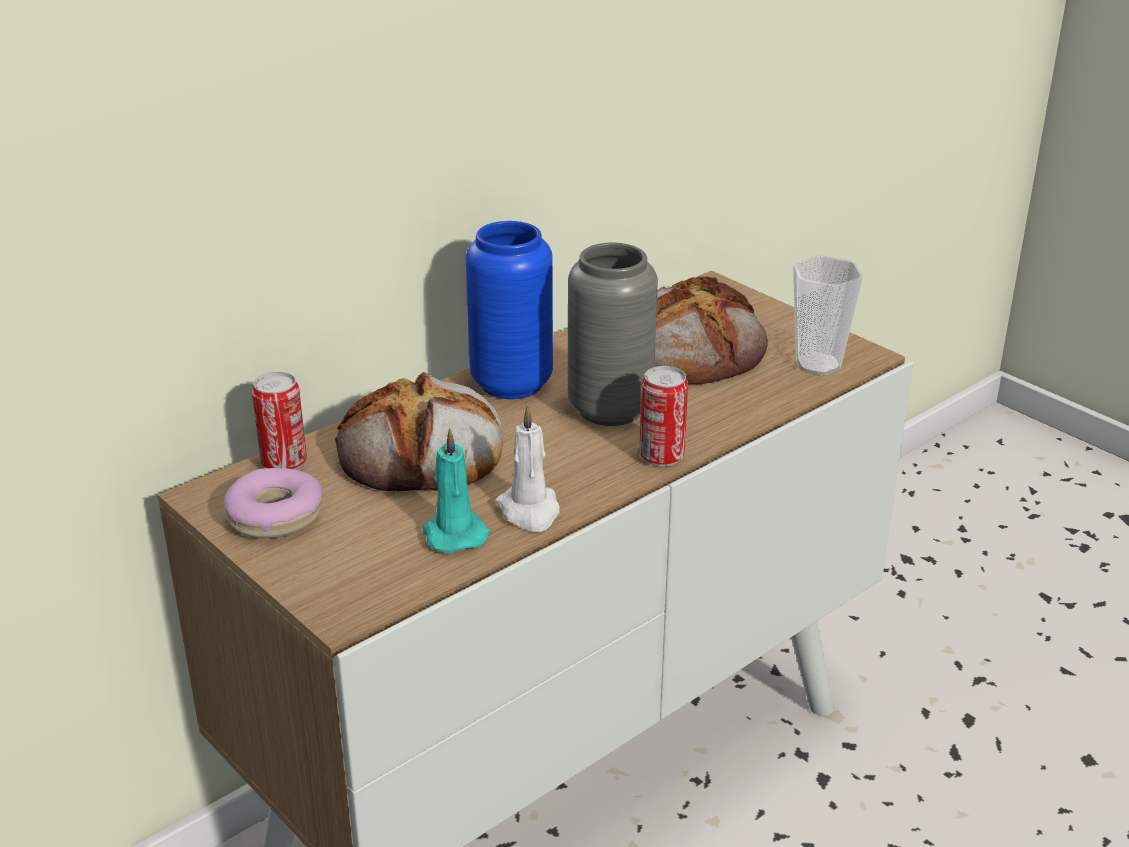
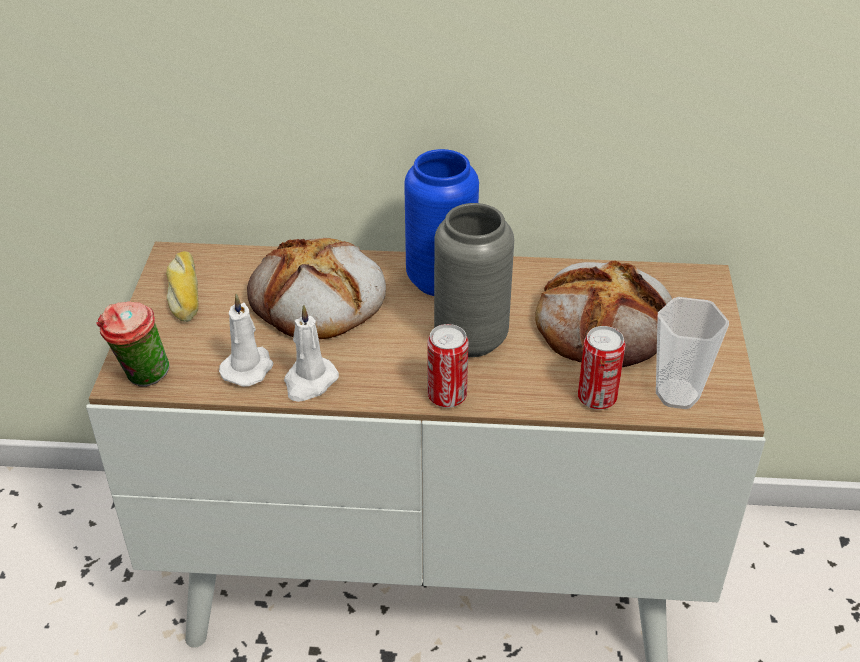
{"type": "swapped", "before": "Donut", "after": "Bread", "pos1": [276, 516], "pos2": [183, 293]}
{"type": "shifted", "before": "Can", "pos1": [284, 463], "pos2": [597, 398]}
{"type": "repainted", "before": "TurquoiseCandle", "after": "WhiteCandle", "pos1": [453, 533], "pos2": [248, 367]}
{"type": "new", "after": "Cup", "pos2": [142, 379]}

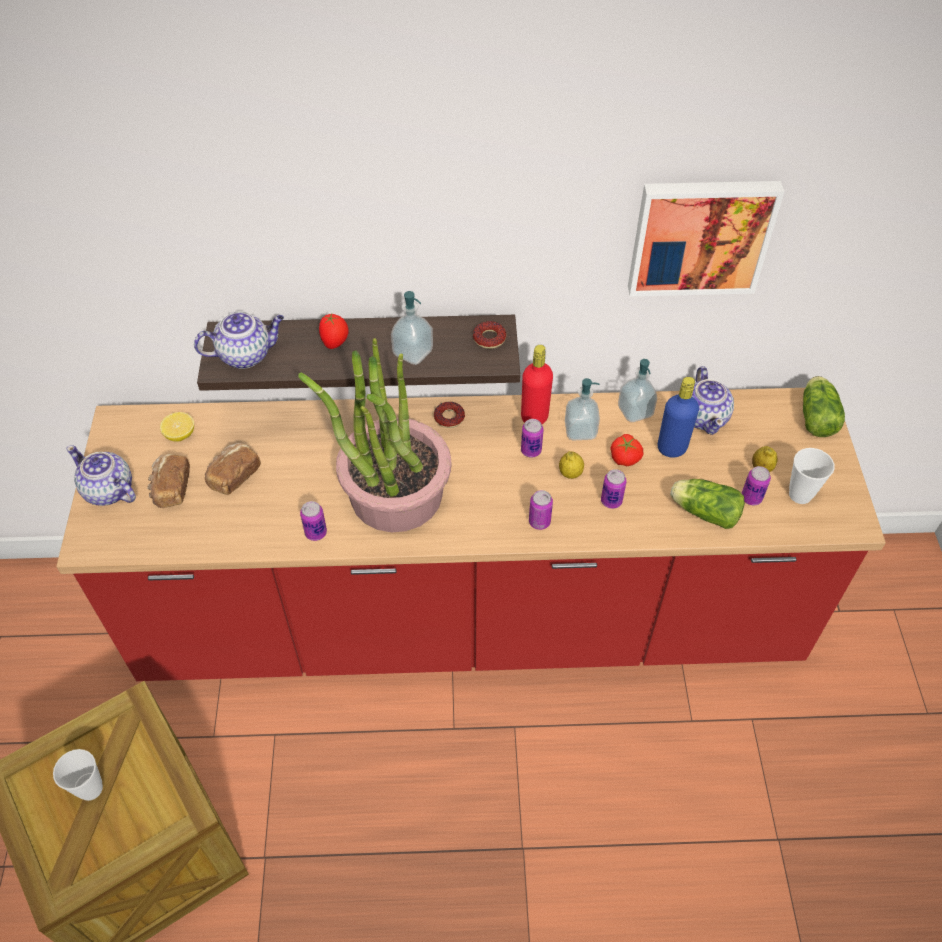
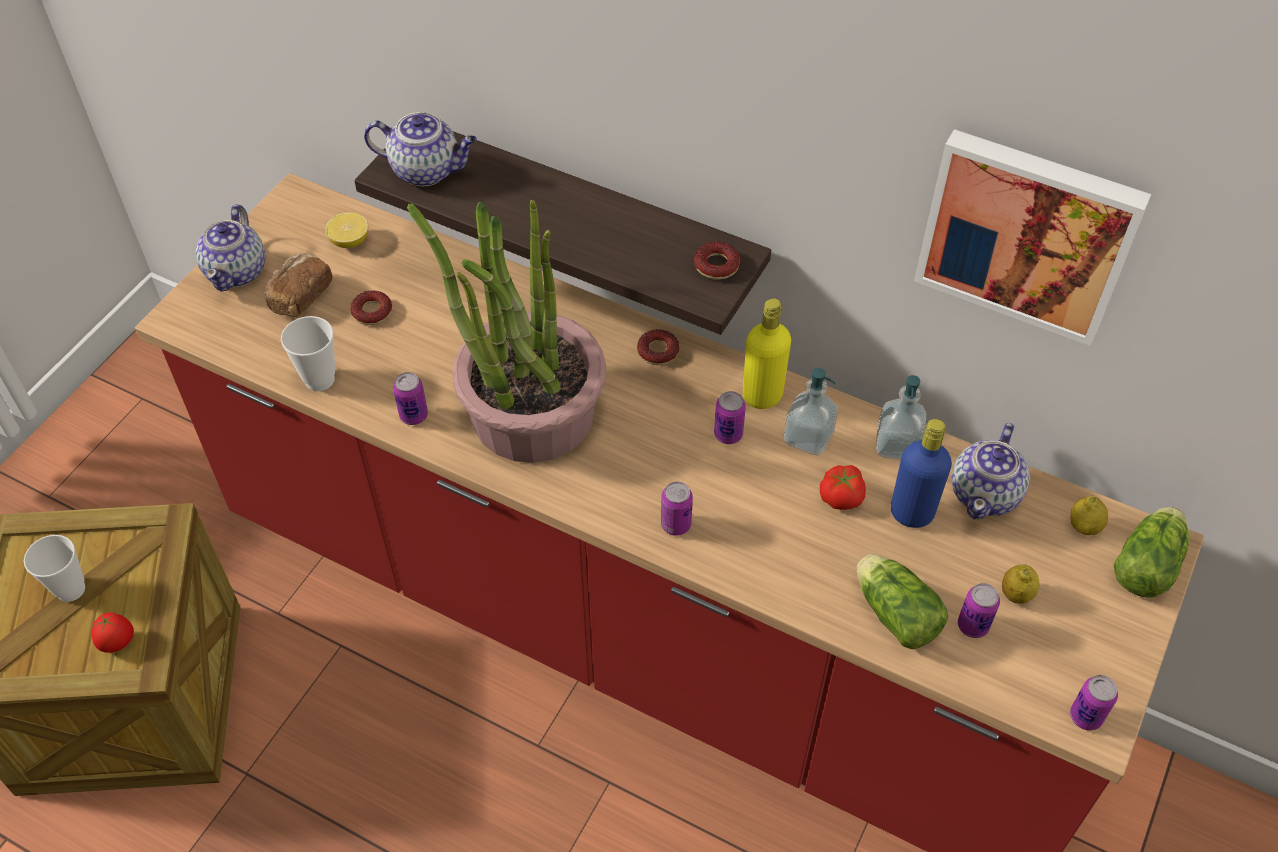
{"type": "rotated", "before": "Teapot", "pos1": [109, 491], "pos2": [237, 271], "turn": -150}
{"type": "swapped", "before": "Bread", "after": "Donut", "pos1": [233, 476], "pos2": [372, 312]}
{"type": "shifted", "before": "Tomato", "pos1": [335, 343], "pos2": [118, 643]}
{"type": "gone", "before": "SoapDispenser", "pos1": [413, 352]}
{"type": "repainted", "before": "RedBottle", "after": "YellowBottle", "pos1": [534, 417], "pos2": [762, 395]}
{"type": "shifted", "before": "Lemon", "pos1": [570, 473], "pos2": [1084, 527]}
{"type": "shifted", "before": "Can", "pos1": [611, 501], "pos2": [1086, 716]}
{"type": "shifted", "before": "Cup", "pos1": [800, 495], "pos2": [319, 379]}

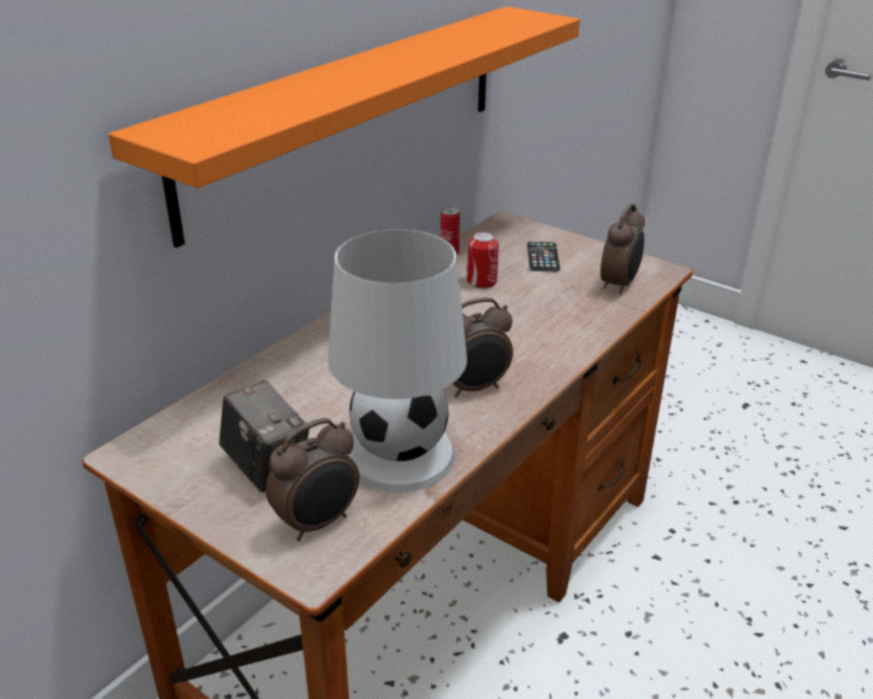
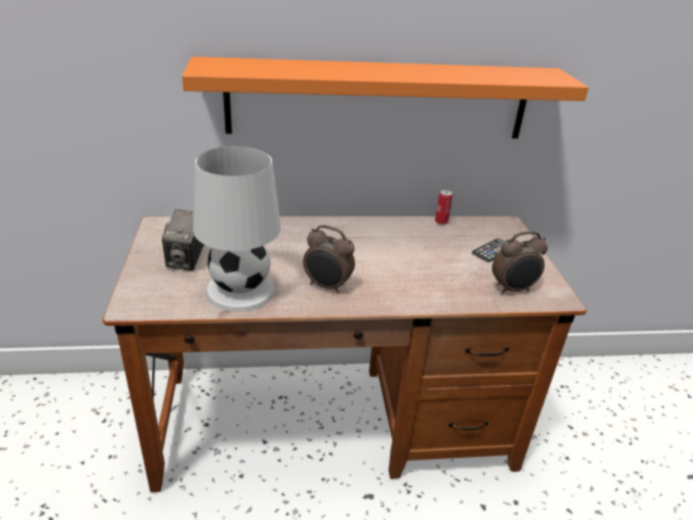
{"type": "gone", "before": "AlarmClock", "pos1": [318, 523]}
{"type": "gone", "before": "Can", "pos1": [481, 281]}

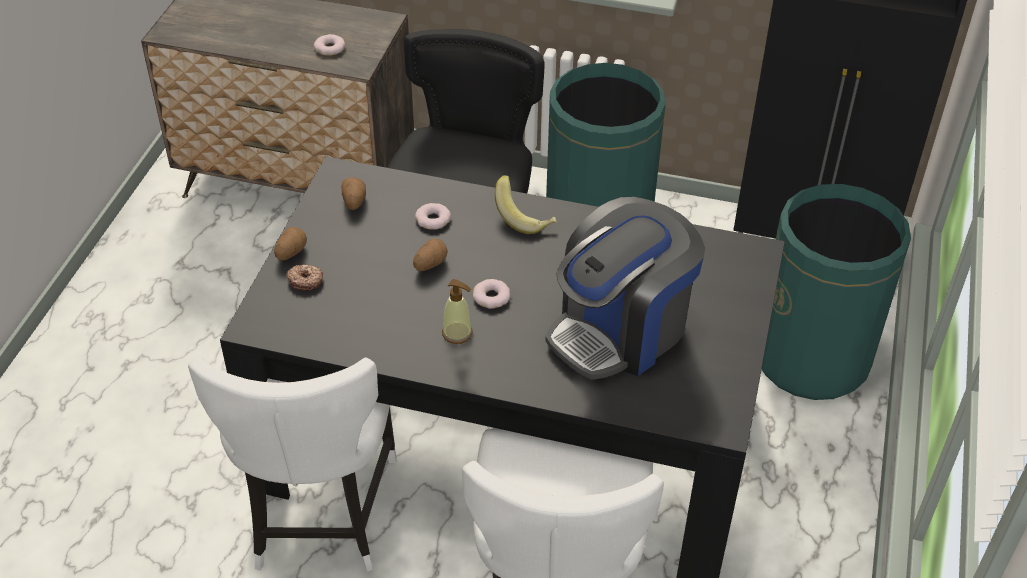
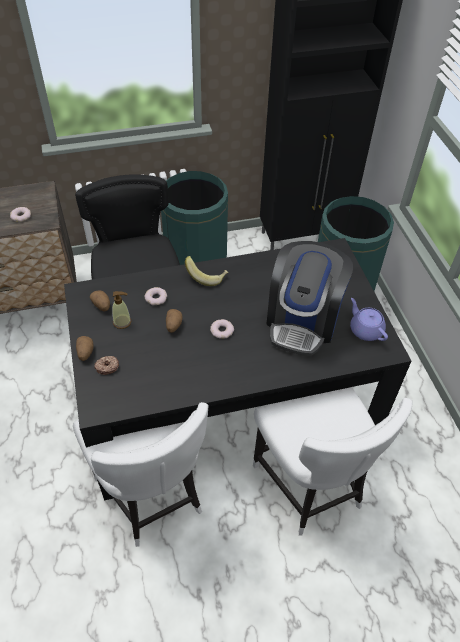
{"type": "shifted", "before": "SoapDispenser", "pos1": [457, 333], "pos2": [122, 322]}
{"type": "new", "after": "PurpleTeapot", "pos2": [365, 330]}

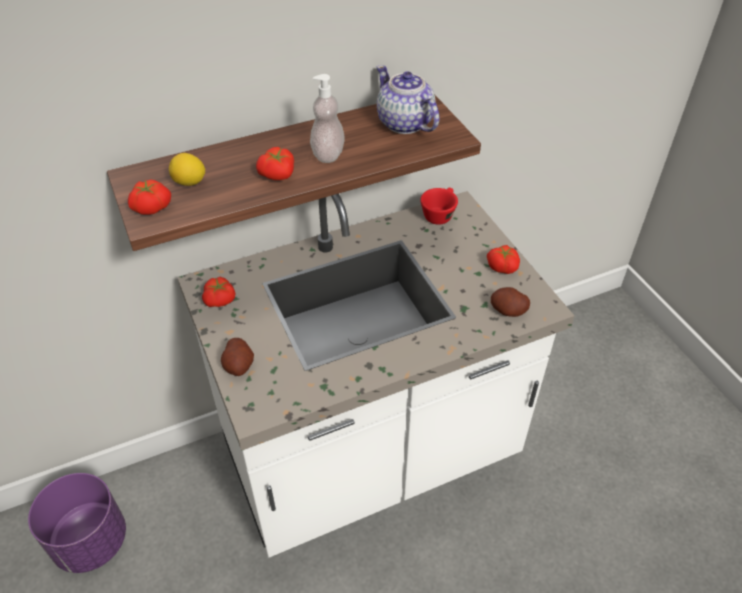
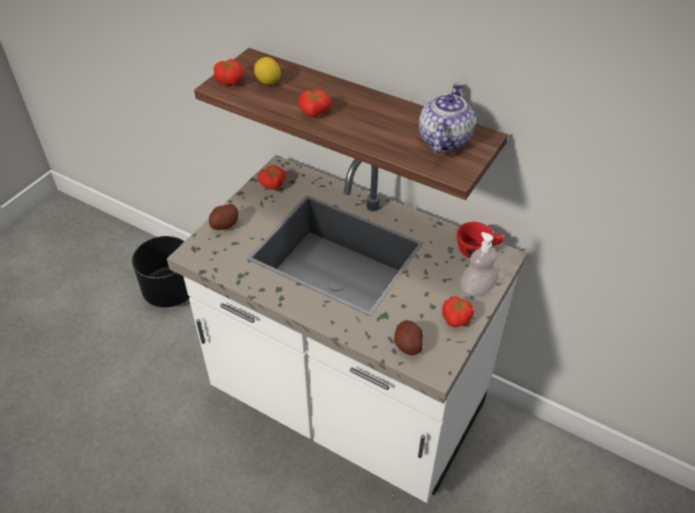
{"type": "repainted", "before": "PurplePlanter", "after": "BlackPlanter", "pos1": [90, 541], "pos2": [171, 291]}
{"type": "shifted", "before": "SoapDispenser", "pos1": [328, 154], "pos2": [477, 288]}

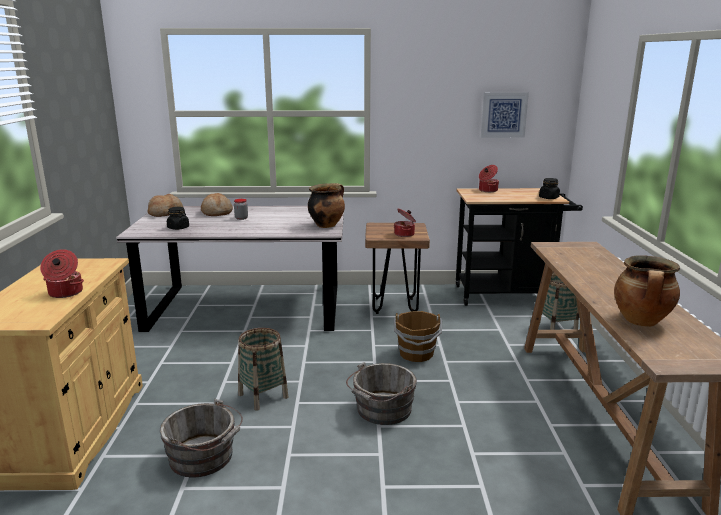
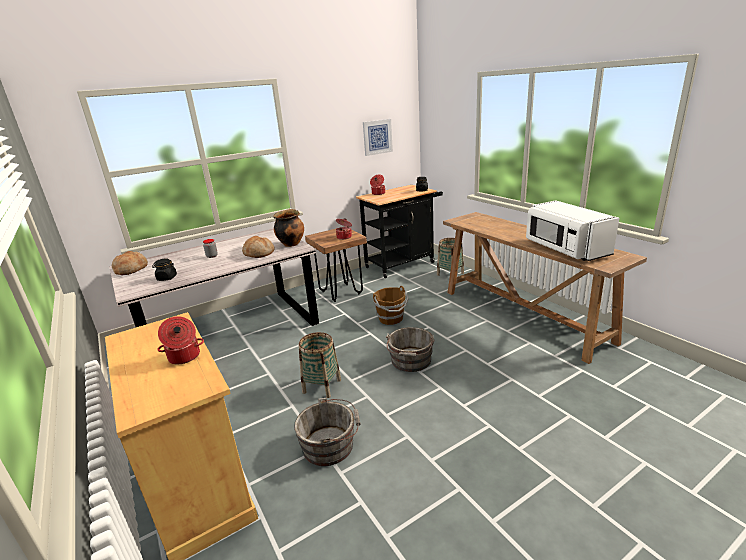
{"type": "shifted", "before": "Bread", "pos1": [217, 212], "pos2": [259, 253]}
{"type": "swapped", "before": "CookingPot", "after": "WhiteMicrowave", "pos1": [642, 322], "pos2": [565, 249]}

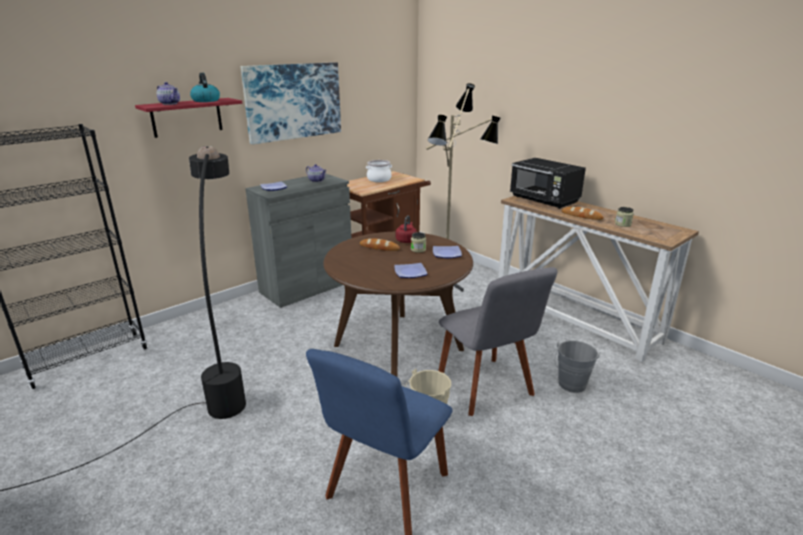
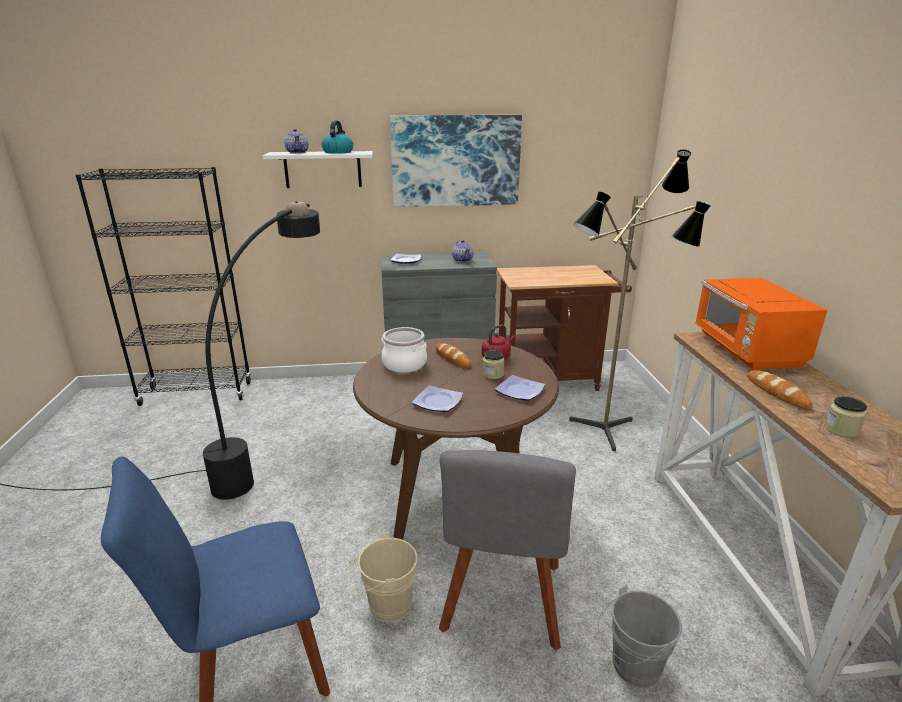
{"type": "repainted", "before": "RedShelf", "after": "WhiteShelf", "pos1": [187, 117], "pos2": [323, 169]}
{"type": "shifted", "before": "CookingPot", "pos1": [379, 179], "pos2": [404, 364]}
{"type": "repainted", "before": "BlackMicrowave", "after": "OrangeMicrowave", "pos1": [544, 200], "pos2": [746, 350]}

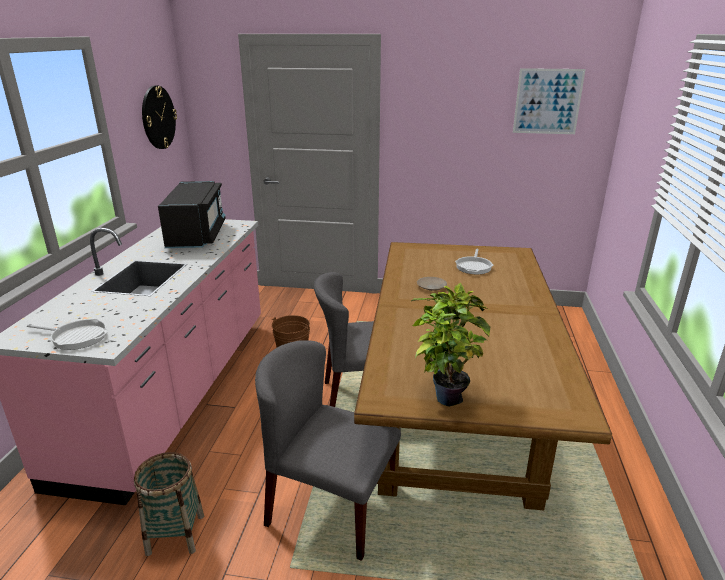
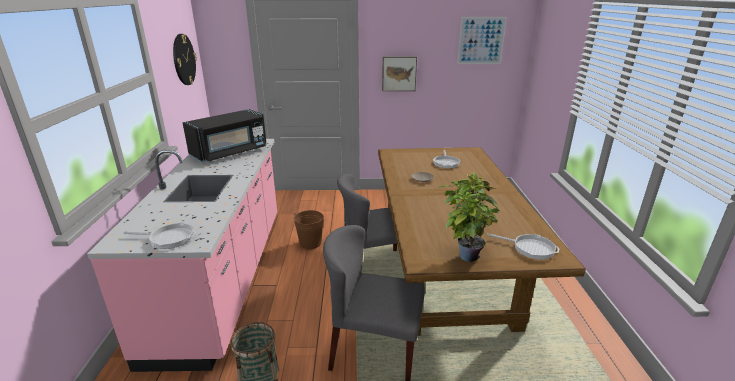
{"type": "rotated", "before": "BlackMicrowave", "pos1": [197, 235], "pos2": [230, 152], "turn": 60}
{"type": "new", "after": "Picture", "pos2": [399, 73]}
{"type": "new", "after": "FryingPan", "pos2": [530, 248]}

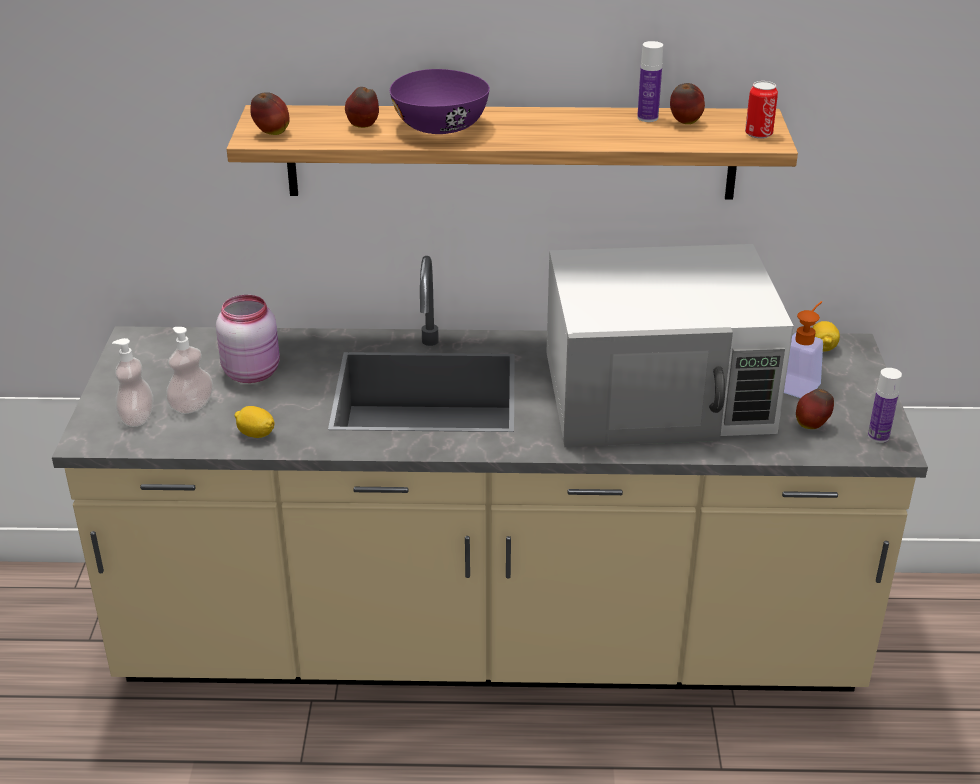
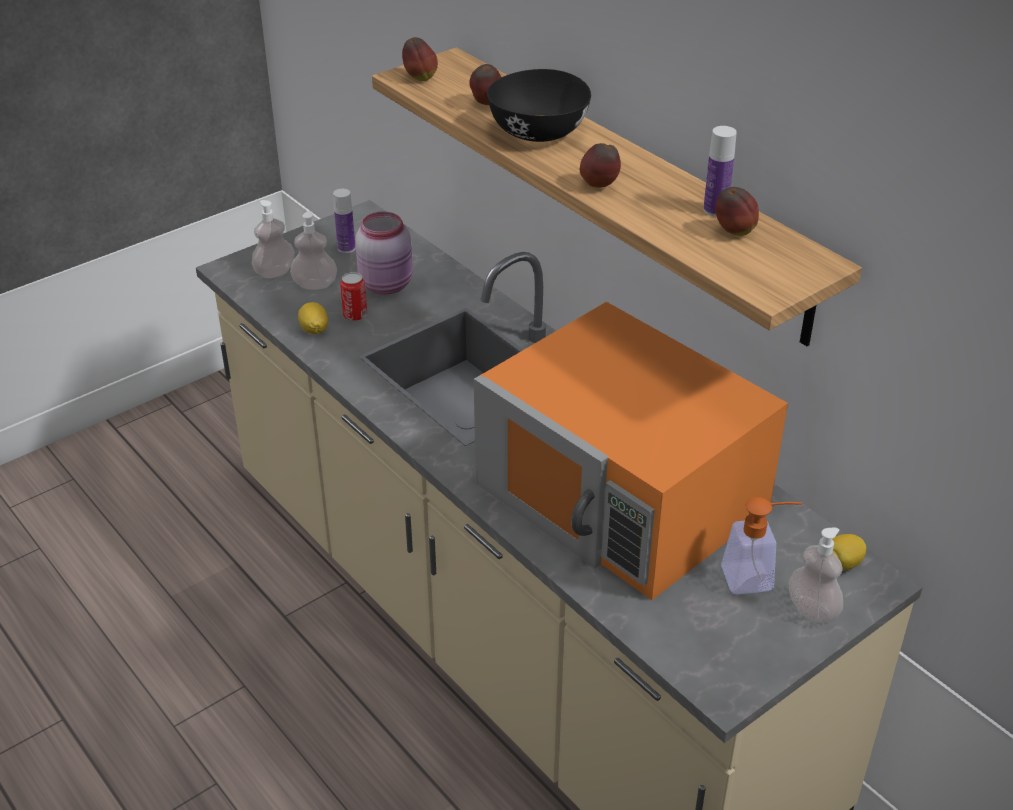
{"type": "repainted", "before": "PurpleBowl", "after": "BlackBowl", "pos1": [441, 127], "pos2": [538, 132]}
{"type": "repainted", "before": "WhiteMicrowave", "after": "OrangeMicrowave", "pos1": [659, 393], "pos2": [623, 496]}
{"type": "shifted", "before": "Can", "pos1": [758, 134], "pos2": [355, 315]}
{"type": "shifted", "before": "Apple", "pos1": [812, 426], "pos2": [600, 186]}
{"type": "shifted", "before": "Bottle", "pos1": [878, 436], "pos2": [346, 248]}
{"type": "new", "after": "SoapDispenser", "pos2": [812, 609]}

